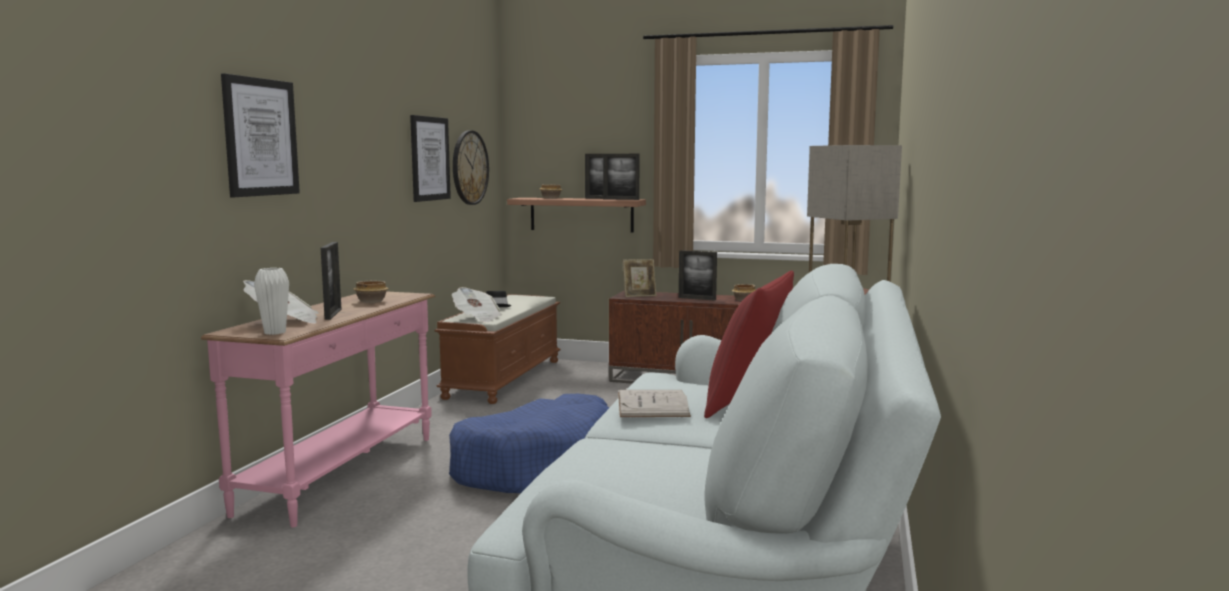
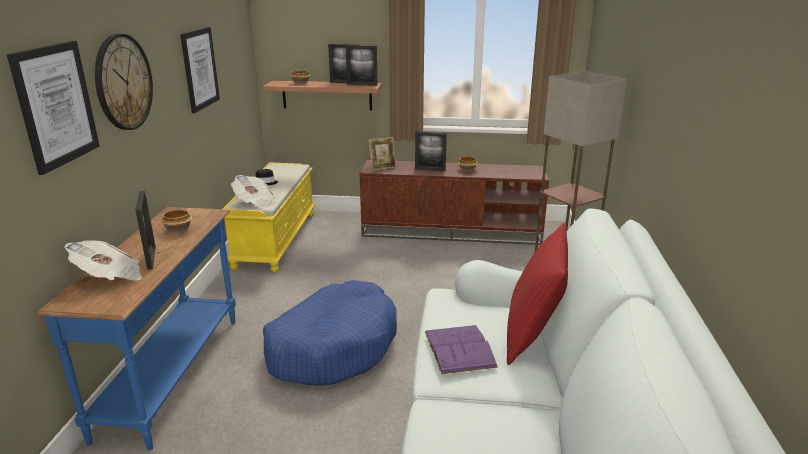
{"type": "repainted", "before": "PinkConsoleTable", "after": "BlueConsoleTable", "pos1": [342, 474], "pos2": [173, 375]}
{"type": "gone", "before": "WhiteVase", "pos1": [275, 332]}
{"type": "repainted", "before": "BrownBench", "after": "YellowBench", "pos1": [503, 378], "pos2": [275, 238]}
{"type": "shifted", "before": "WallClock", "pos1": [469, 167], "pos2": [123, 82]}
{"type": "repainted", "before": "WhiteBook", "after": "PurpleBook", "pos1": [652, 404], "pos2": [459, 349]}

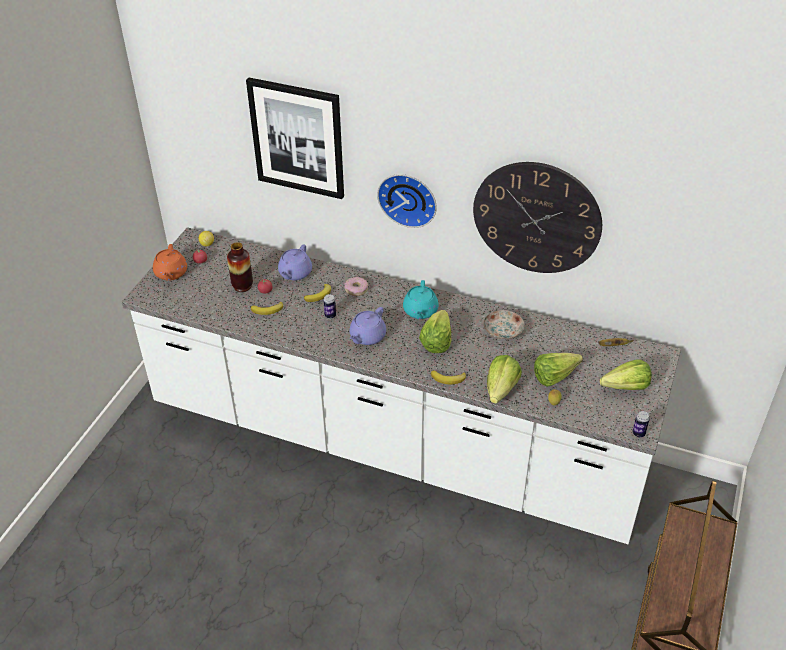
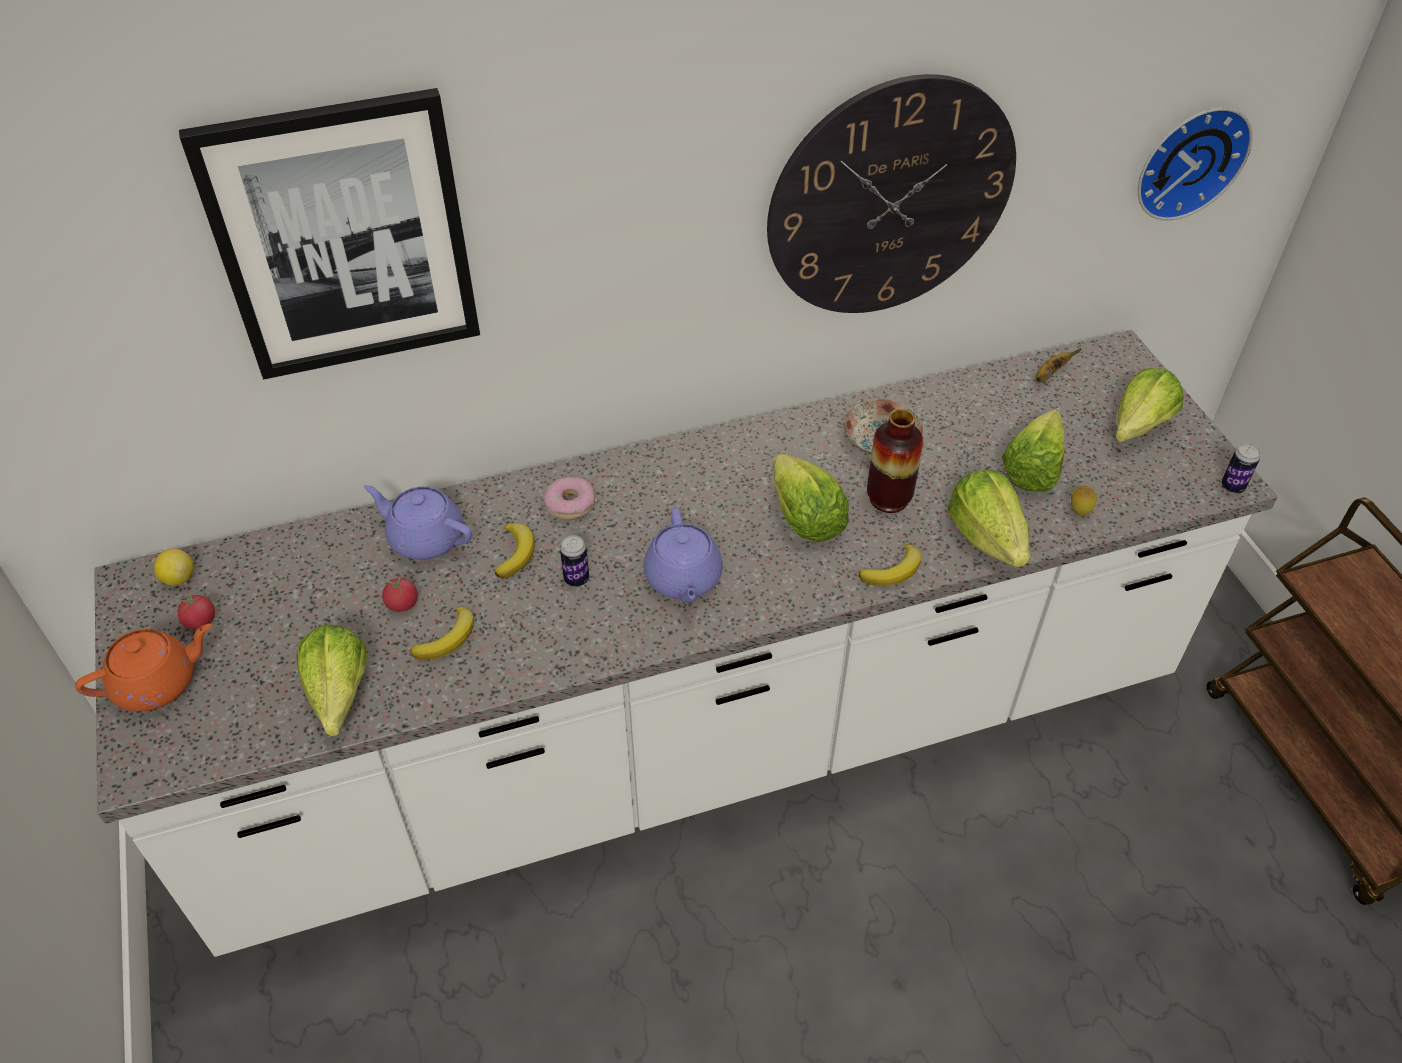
{"type": "rotated", "before": "OrangeTeapot", "pos1": [171, 273], "pos2": [158, 683], "turn": -75}
{"type": "shifted", "before": "Vase", "pos1": [242, 286], "pos2": [888, 499]}
{"type": "rotated", "before": "PurpleTeapot", "pos1": [295, 273], "pos2": [424, 537], "turn": 135}
{"type": "shifted", "before": "WallClock", "pos1": [408, 198], "pos2": [1188, 160]}
{"type": "gone", "before": "TurquoiseTeapot", "pos1": [420, 311]}
{"type": "new", "after": "Lettuce", "pos2": [336, 704]}

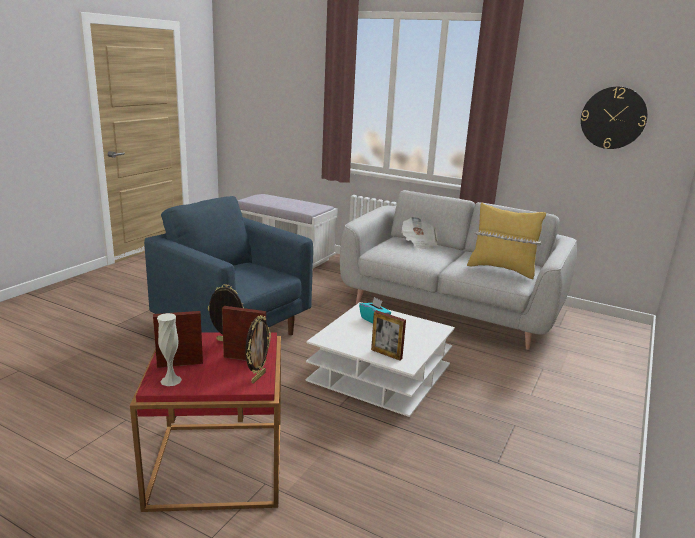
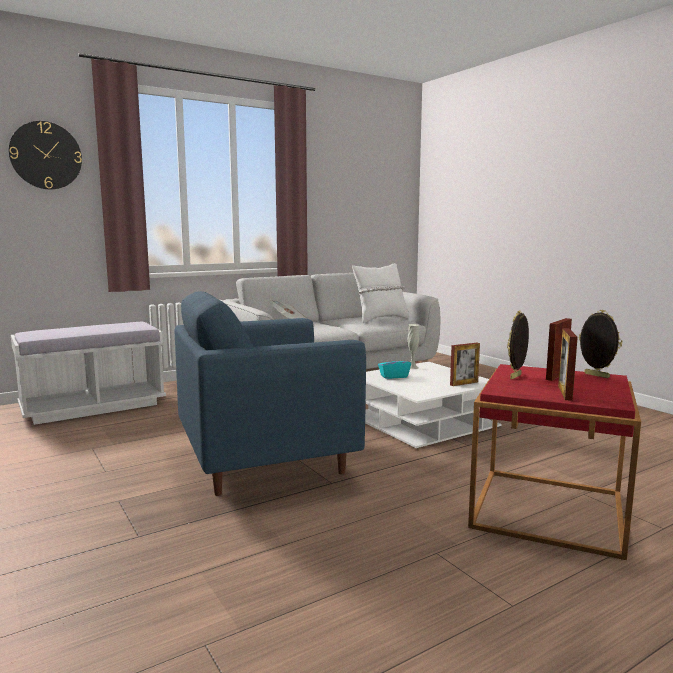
{"type": "shifted", "before": "WhiteVase", "pos1": [171, 380], "pos2": [412, 367]}
{"type": "repainted", "before": "YellowPillow", "after": "WhitePillow", "pos1": [501, 269], "pos2": [380, 319]}
{"type": "shifted", "before": "WallClock", "pos1": [613, 118], "pos2": [46, 155]}

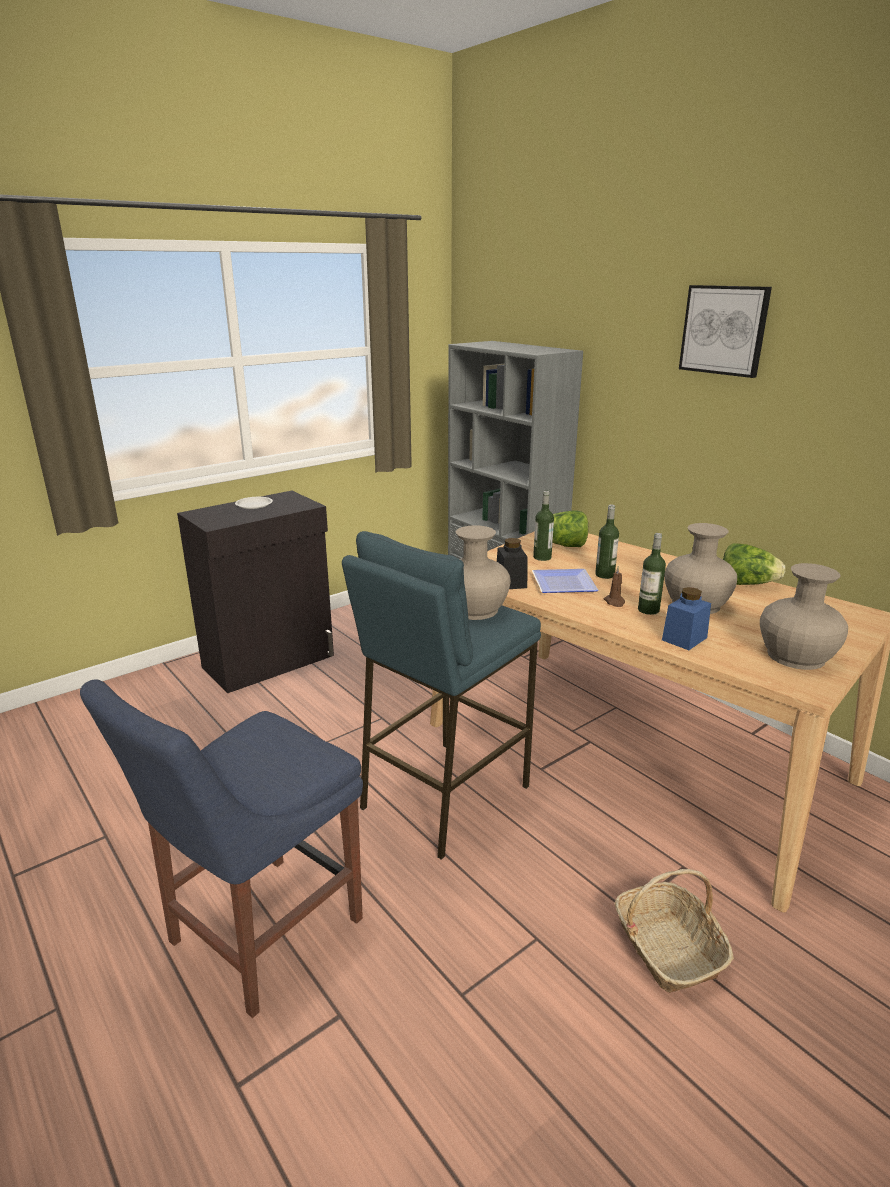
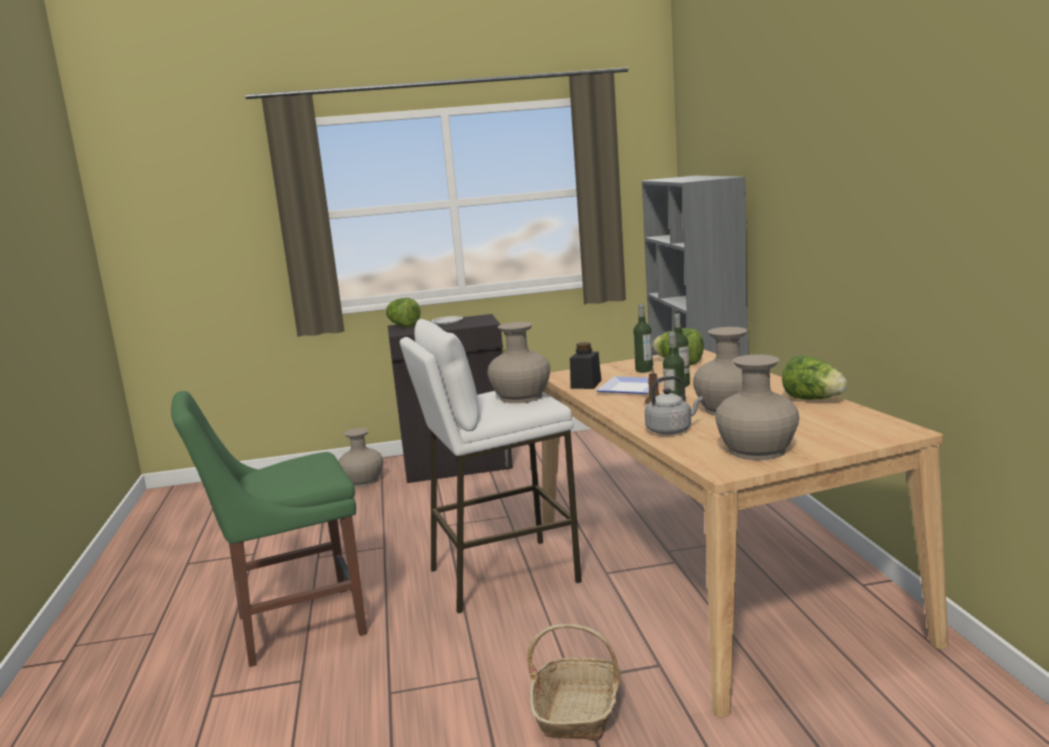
{"type": "repainted", "before": "BlueChair", "after": "GreenChair", "pos1": [258, 935], "pos2": [292, 626]}
{"type": "repainted", "before": "BlueStool", "after": "WhiteStool", "pos1": [443, 796], "pos2": [502, 575]}
{"type": "swapped", "before": "BlueJar", "after": "GreyKettle", "pos1": [684, 639], "pos2": [671, 430]}
{"type": "gone", "before": "Picture", "pos1": [724, 330]}
{"type": "new", "after": "BeigeVase", "pos2": [363, 481]}
{"type": "new", "after": "Lettuce", "pos2": [403, 326]}

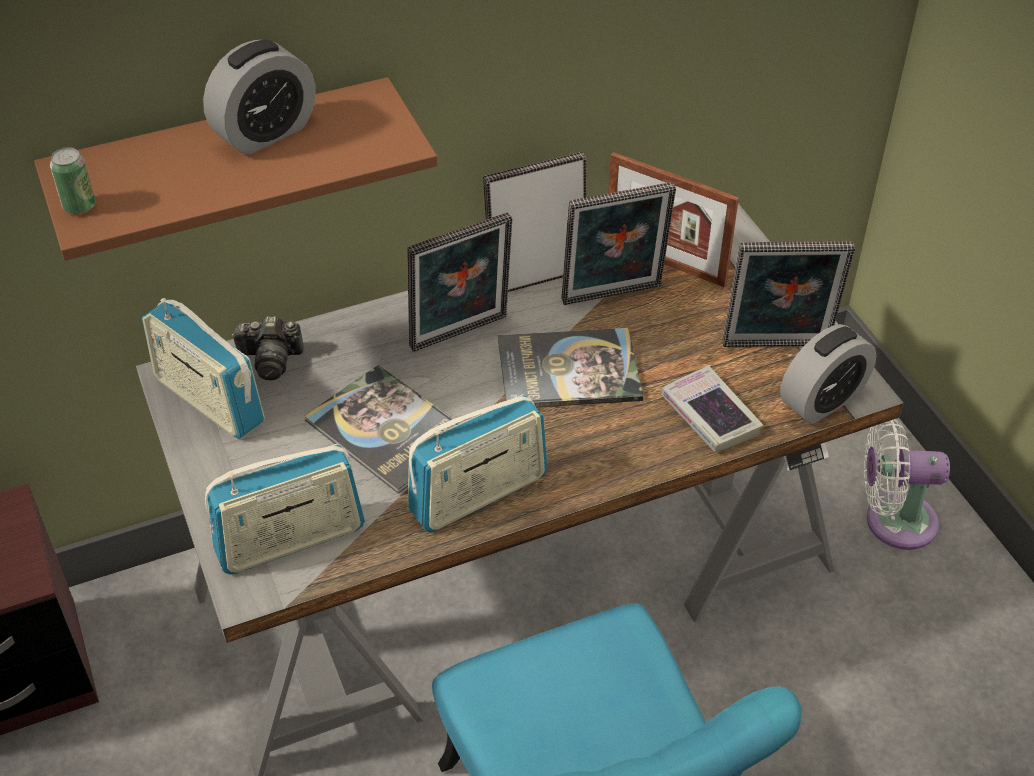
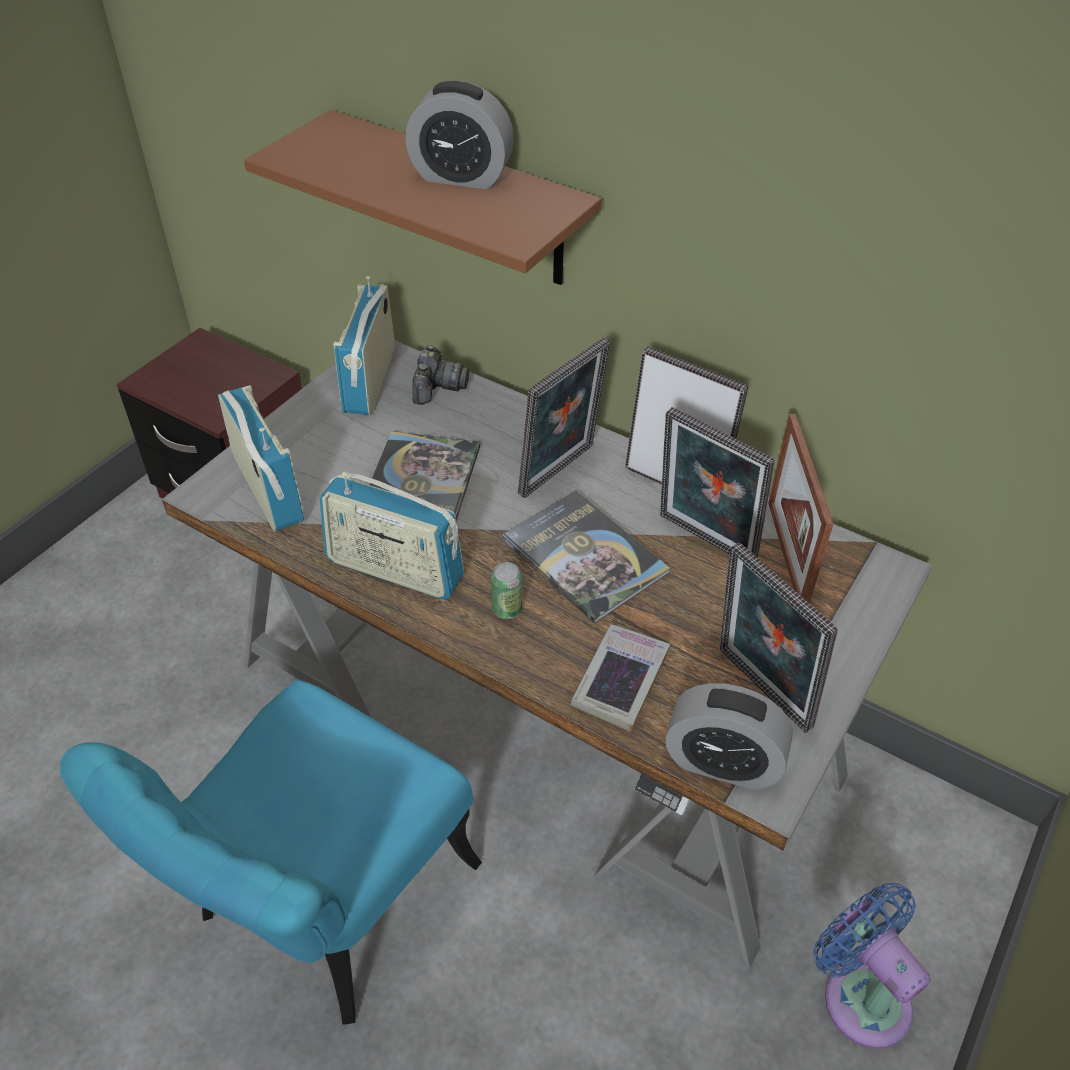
{"type": "shifted", "before": "Can", "pos1": [79, 206], "pos2": [507, 609]}
{"type": "rotated", "before": "Radio", "pos1": [290, 540], "pos2": [268, 489], "turn": -150}
{"type": "rotated", "before": "PhotoCamera", "pos1": [270, 359], "pos2": [437, 388], "turn": -135}
{"type": "rotated", "before": "PictureFrame", "pos1": [461, 336], "pos2": [561, 472], "turn": -75}
{"type": "repainted", "before": "WhiteFan", "after": "BlueFan", "pos1": [893, 521], "pos2": [860, 994]}

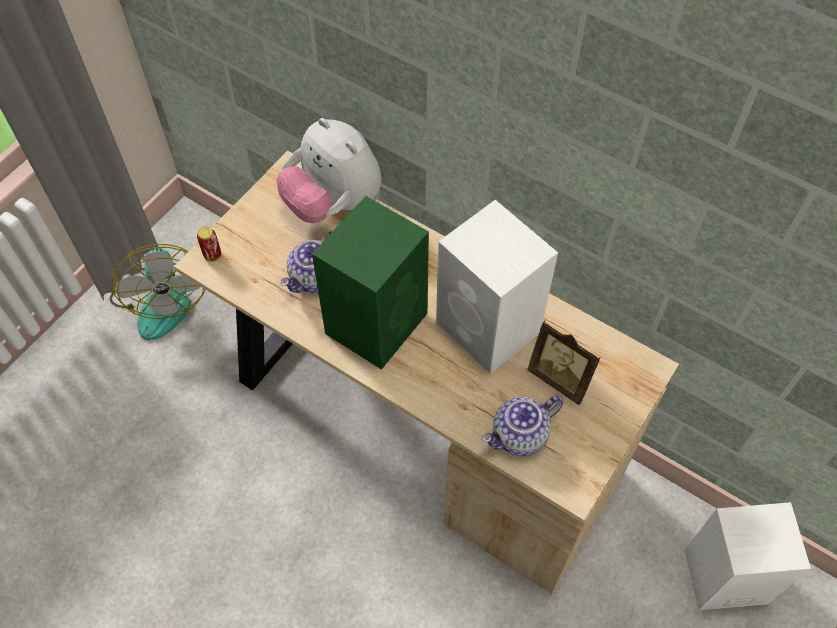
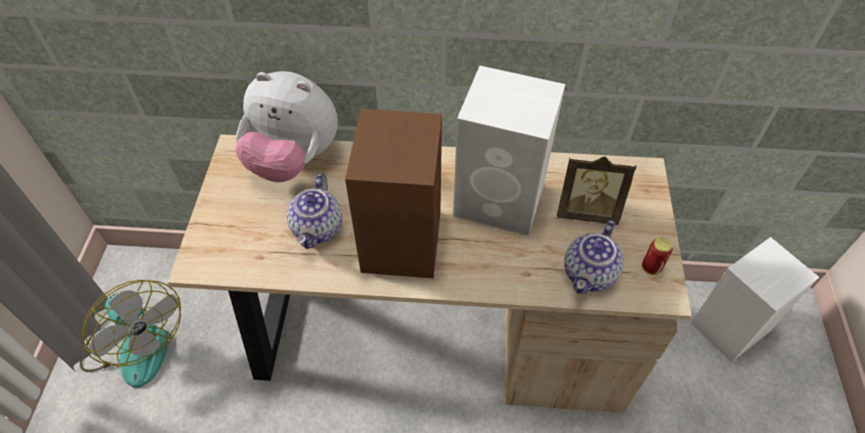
{"type": "shifted", "before": "Can", "pos1": [213, 255], "pos2": [651, 268]}
{"type": "repainted", "before": "GreenSpeaker", "after": "BrownSpeaker", "pos1": [378, 321], "pos2": [402, 239]}

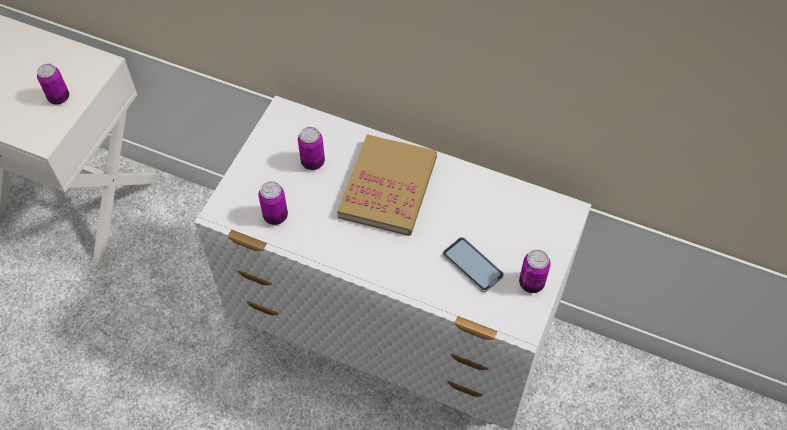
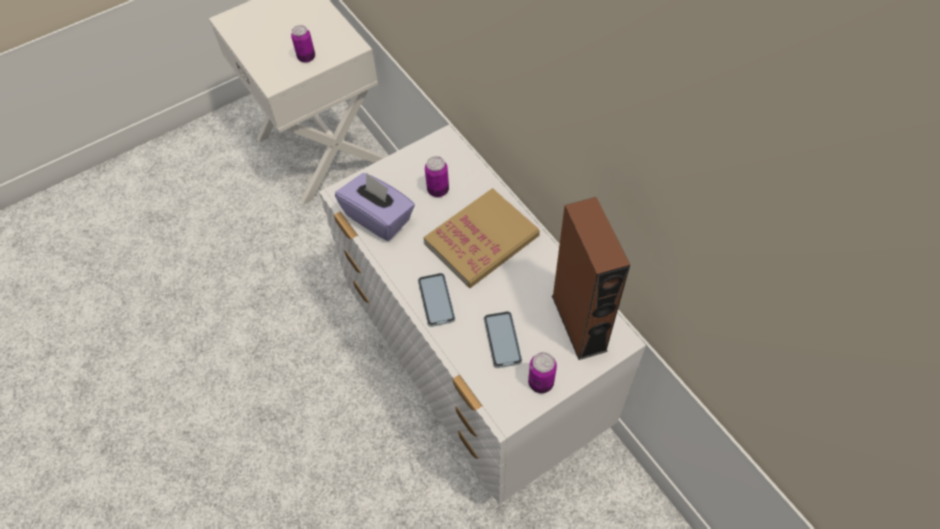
{"type": "swapped", "before": "Can", "after": "PurpleTissueBox", "pos1": [275, 216], "pos2": [379, 217]}
{"type": "new", "after": "Phone", "pos2": [436, 300]}
{"type": "new", "after": "BrownSpeaker", "pos2": [579, 323]}

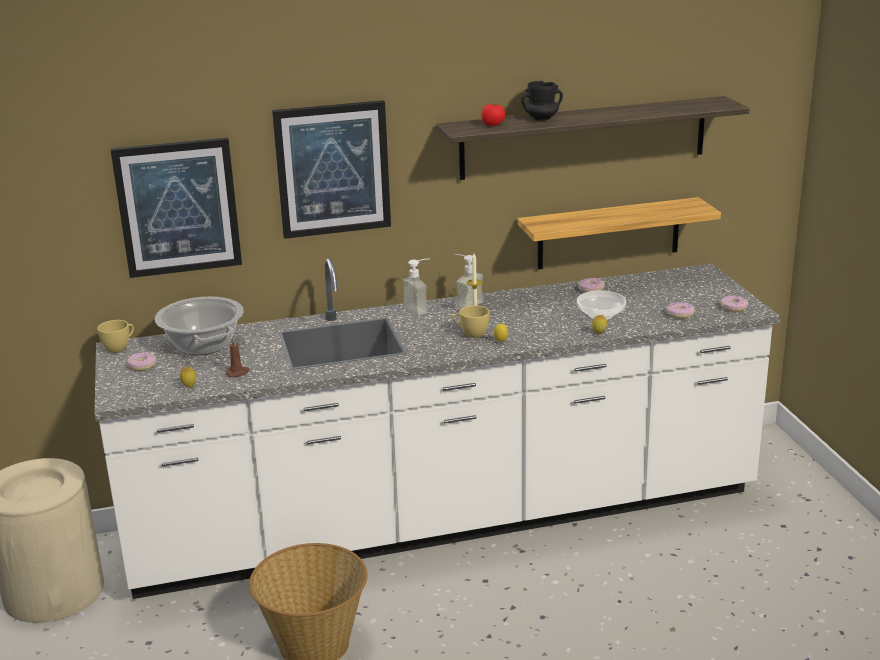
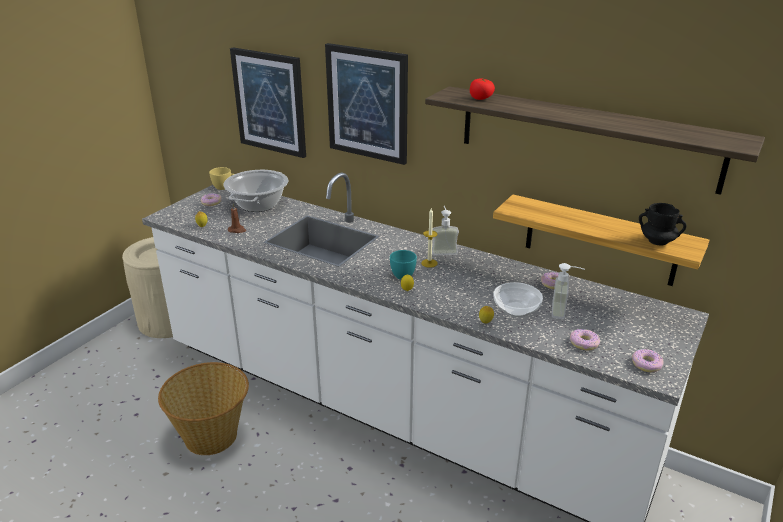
{"type": "shifted", "before": "SoapDispenser", "pos1": [420, 308], "pos2": [564, 311]}
{"type": "repainted", "before": "YellowCup", "after": "TurquoiseCup", "pos1": [471, 334], "pos2": [401, 274]}
{"type": "shifted", "before": "BlackMug", "pos1": [542, 118], "pos2": [658, 241]}

